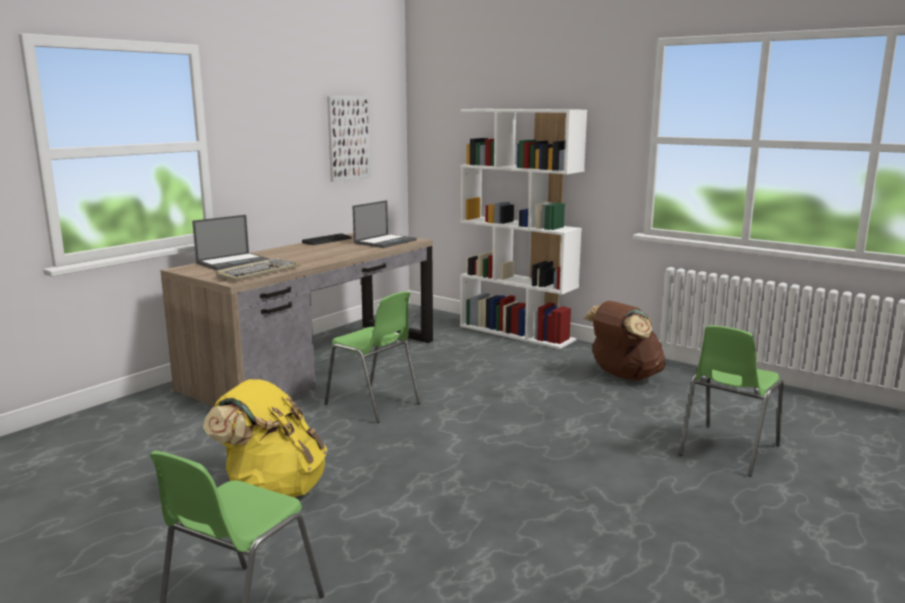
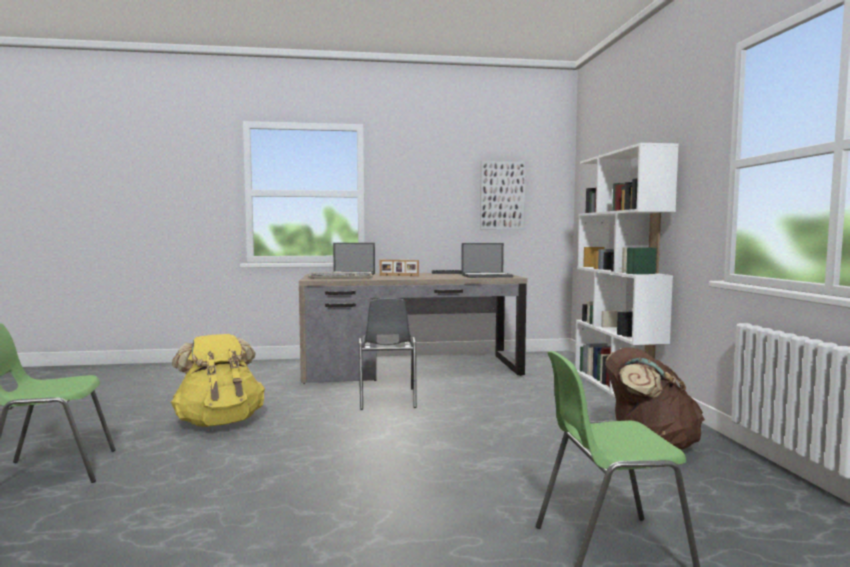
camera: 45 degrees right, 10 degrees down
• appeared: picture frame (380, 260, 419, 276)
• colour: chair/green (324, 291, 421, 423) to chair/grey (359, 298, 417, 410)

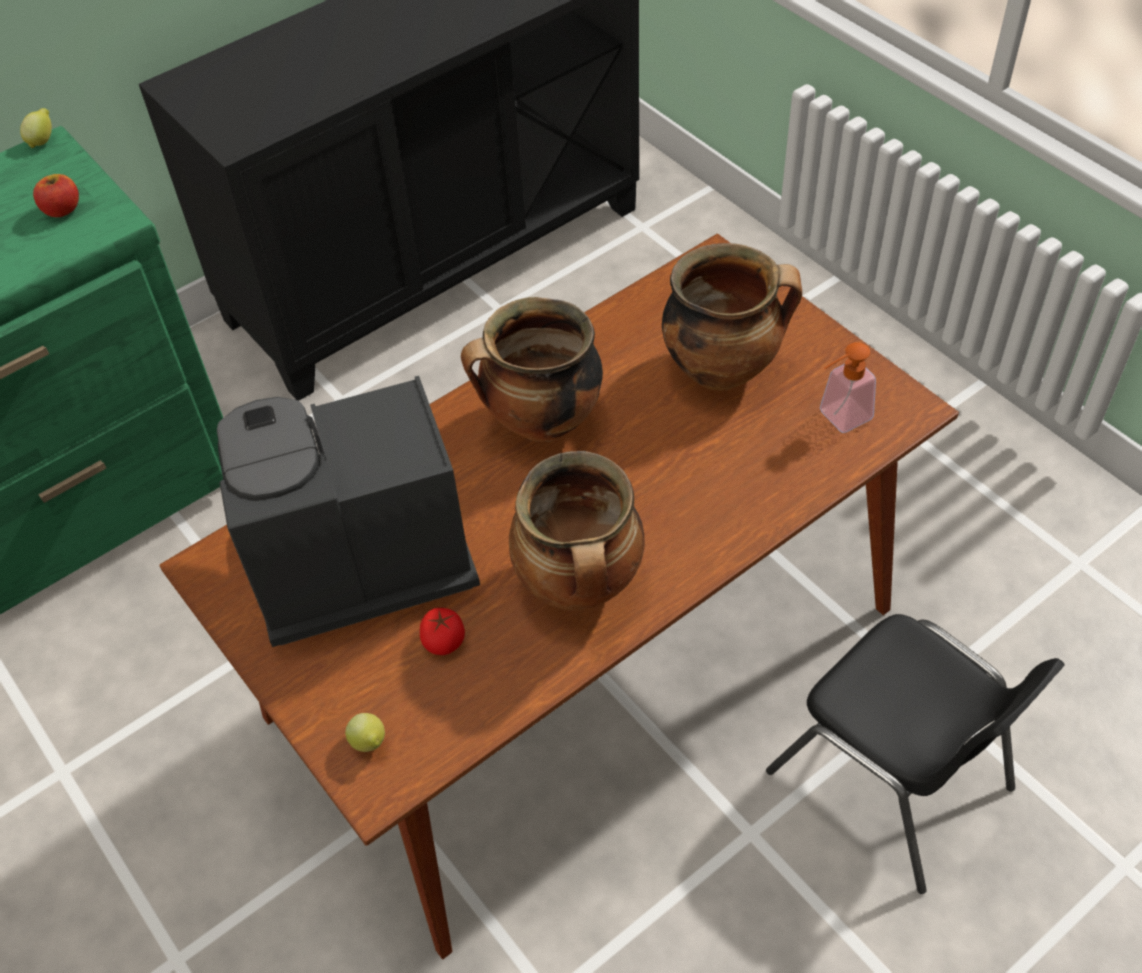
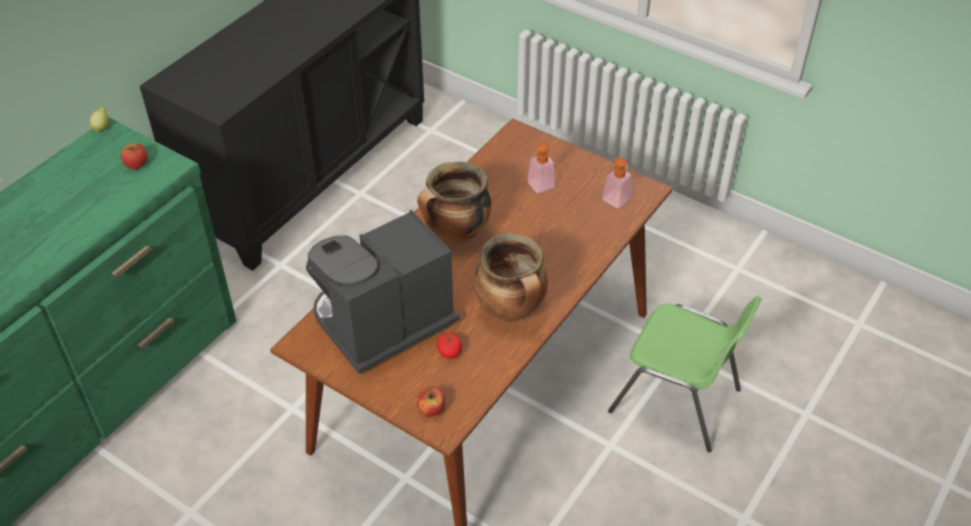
camera: 20 degrees left, 5 degrees down
• exchanged: lemon (345, 713, 385, 752) to apple (417, 387, 445, 417)
• exchanged: cooking pot (662, 243, 802, 390) to soap dispenser (527, 143, 555, 193)
• colour: chair/black (766, 614, 1065, 894) to chair/green (608, 296, 762, 453)

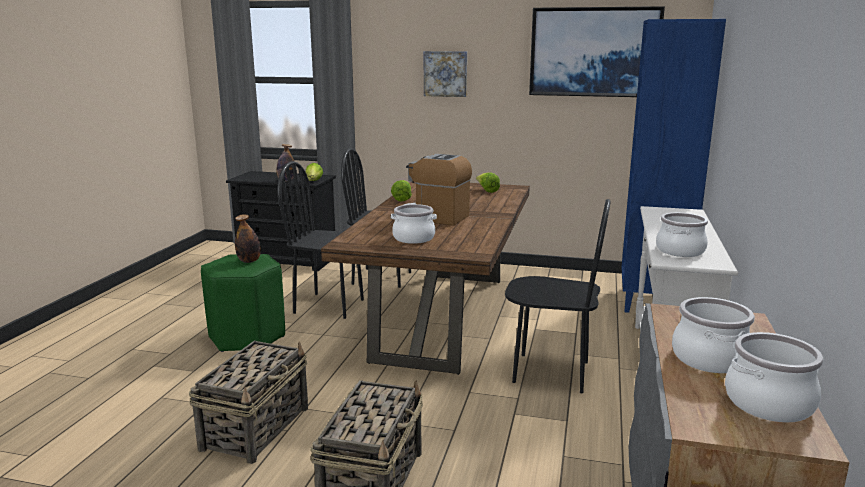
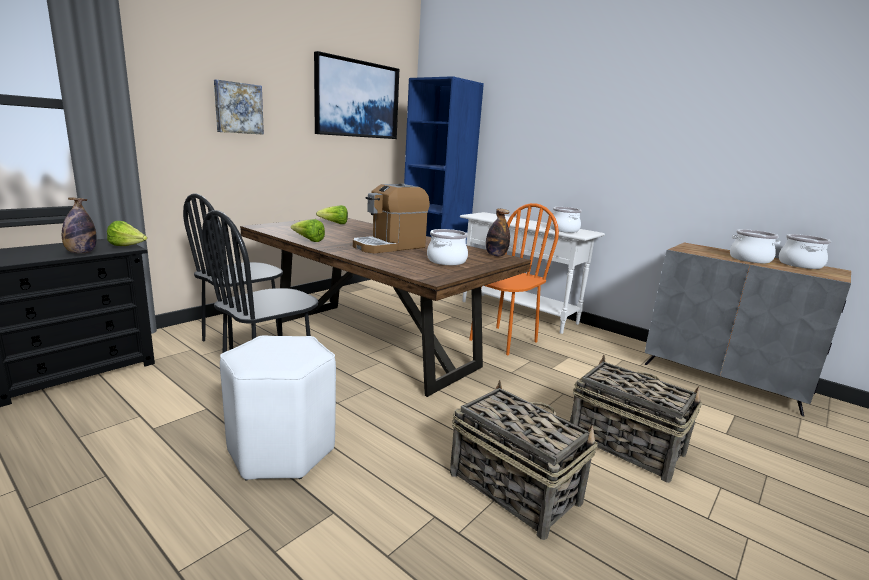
camera: 65 degrees left, 0 degrees up
• relocated: bottle (235, 214, 261, 263) to (486, 209, 510, 256)
• colour: stool/green (201, 254, 285, 352) to stool/white (220, 335, 336, 480)
• colour: chair/black (505, 199, 611, 393) to chair/orange (469, 203, 559, 355)

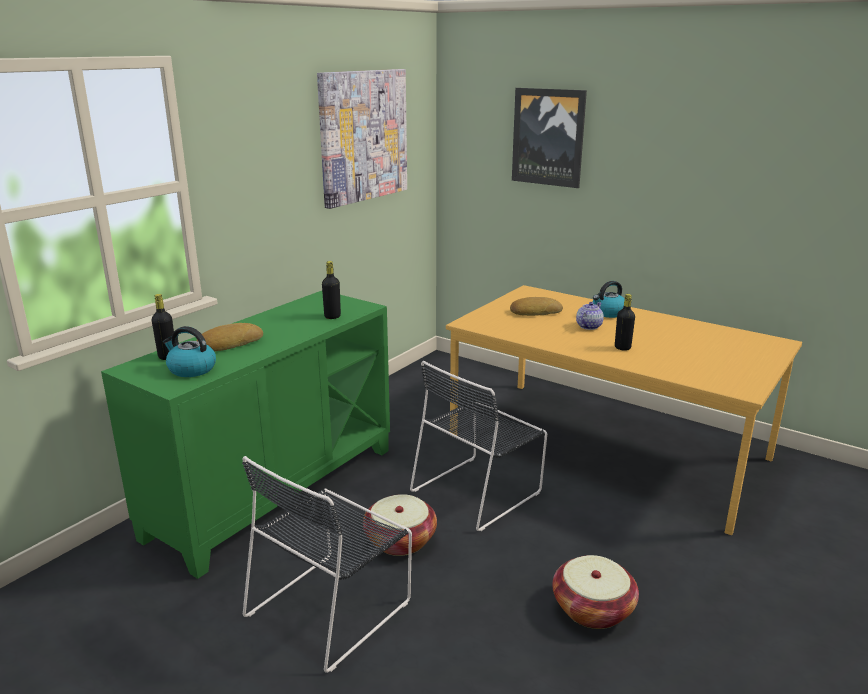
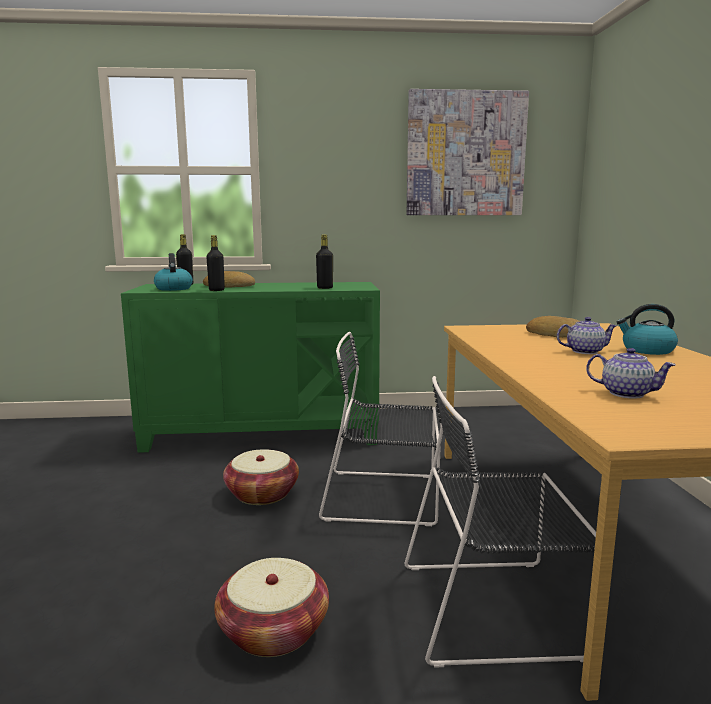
camera: 50 degrees right, 10 degrees down
• missing: picture (512, 88, 587, 188)
• appeared: teapot (586, 348, 676, 399)
• relocated: chair/black (242, 456, 412, 673) to (404, 376, 596, 668)
• relocated: bottle/black (615, 294, 635, 351) to (206, 235, 225, 291)

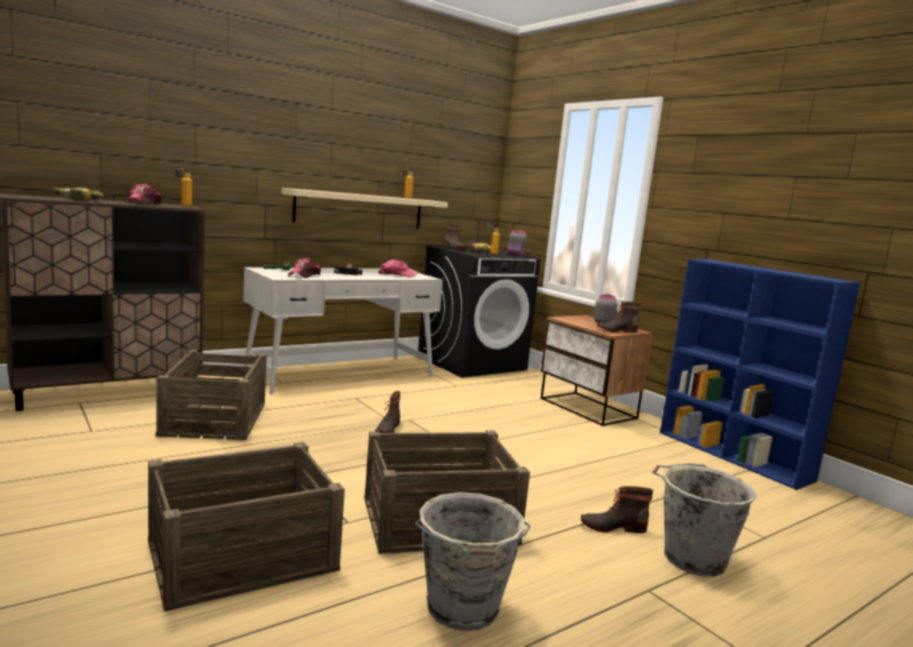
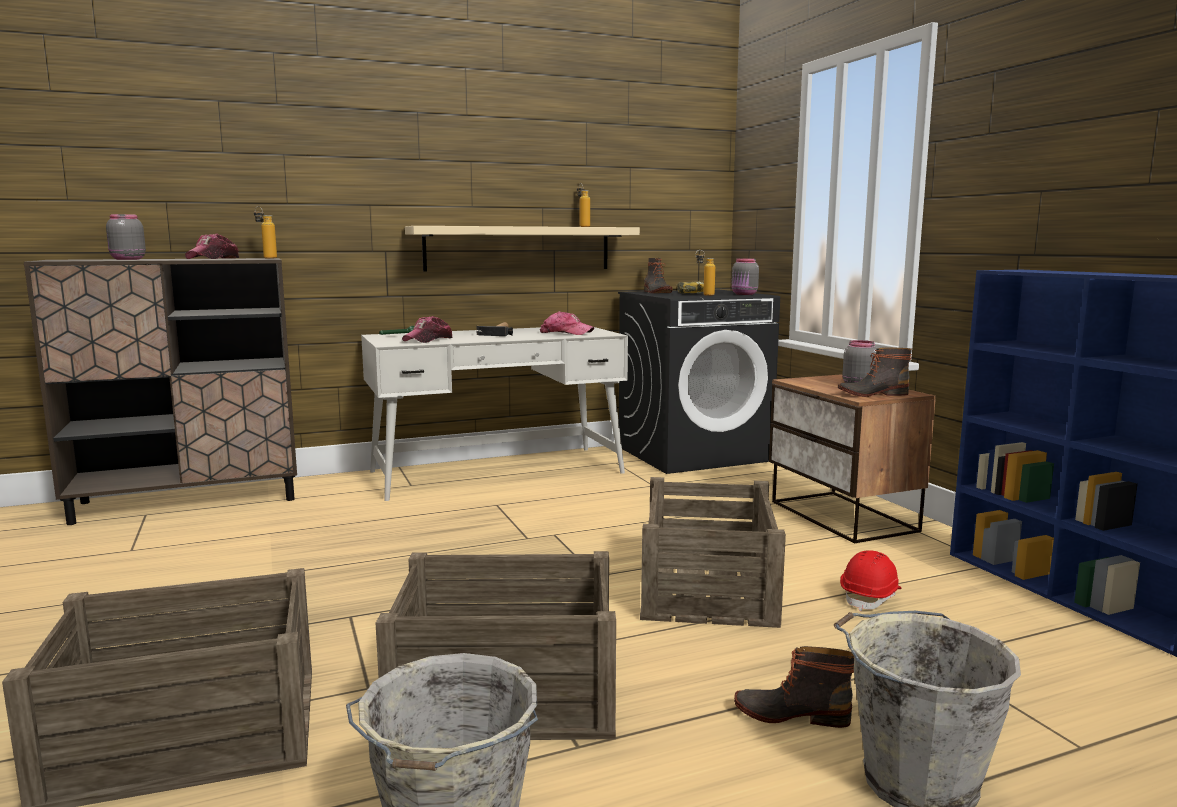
camera: 15 degrees right, 0 degrees up
• missing: boot (375, 391, 401, 433)
• appeared: hard hat/red (840, 550, 902, 611)
• relocated: crate (156, 350, 267, 440) to (640, 477, 786, 628)
• exchanged: power drill (52, 188, 103, 200) to jar/grey (106, 214, 146, 260)

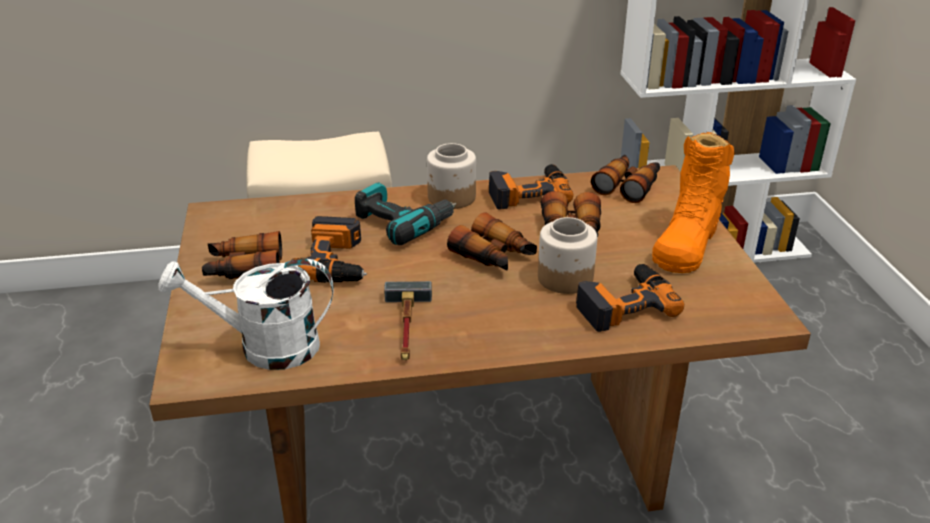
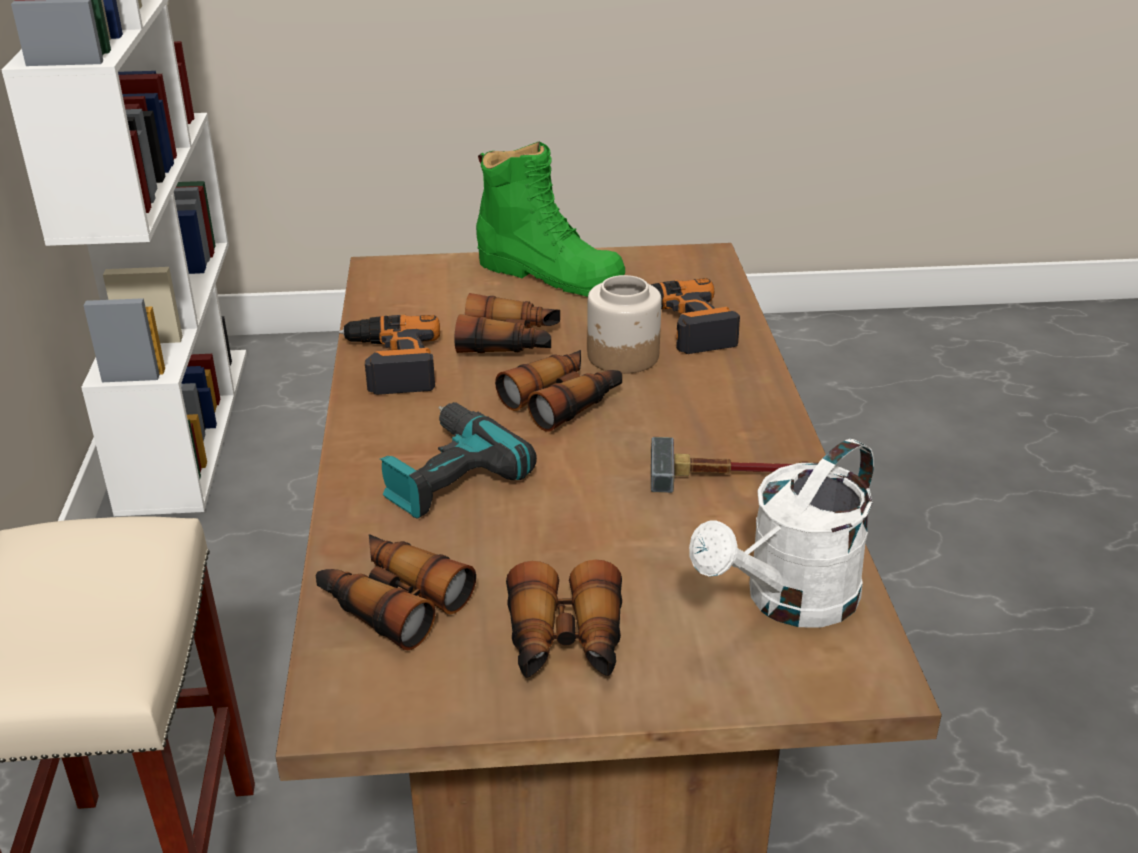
camera: 85 degrees left, 0 degrees up
• missing: power drill (292, 216, 367, 283)
• missing: jar (427, 143, 476, 209)
• relocated: binoculars (591, 155, 660, 203) to (316, 534, 476, 650)
• colour: boot/orange (652, 132, 735, 273) to boot/green (476, 142, 625, 297)
• spun: watering can/white (158, 259, 334, 370) = (689, 439, 874, 628) 45 degrees clockwise

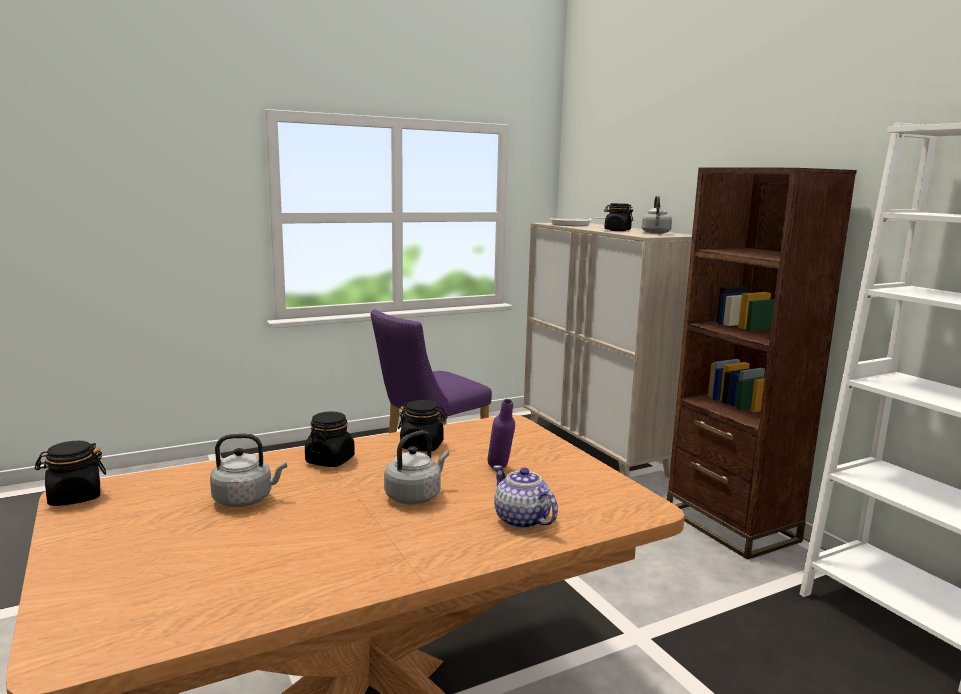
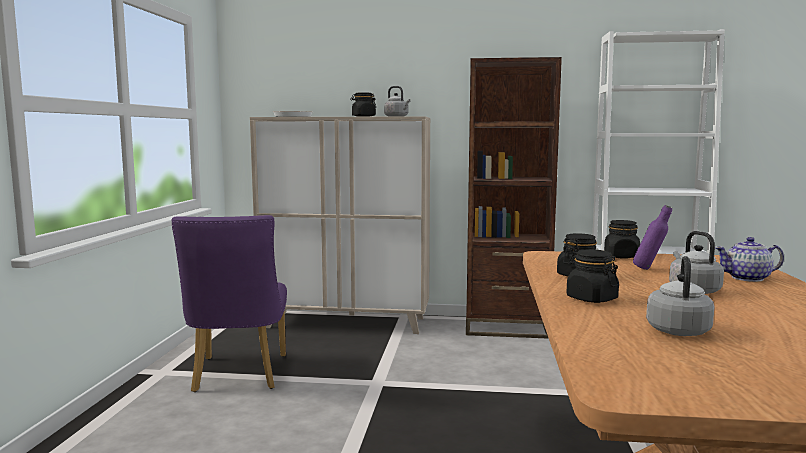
camera: 55 degrees left, 5 degrees down
• relocated: jar/black (34, 441, 106, 506) to (604, 220, 640, 259)

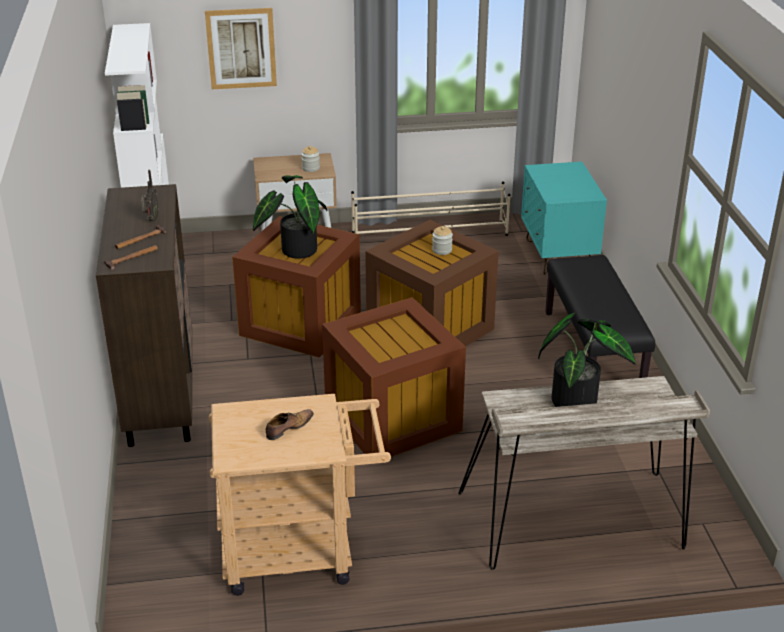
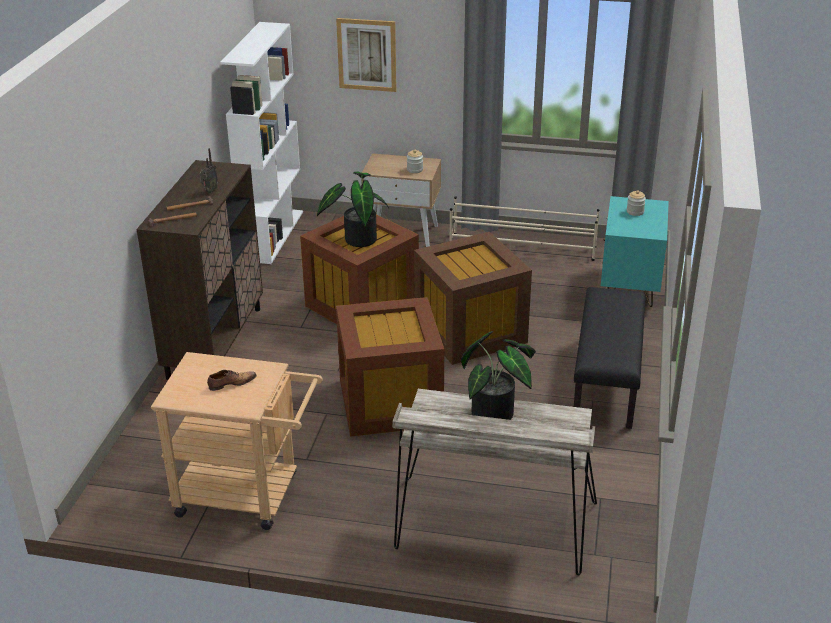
camera: 20 degrees right, 0 degrees up
• relocated: jar (432, 226, 453, 255) to (627, 190, 646, 216)

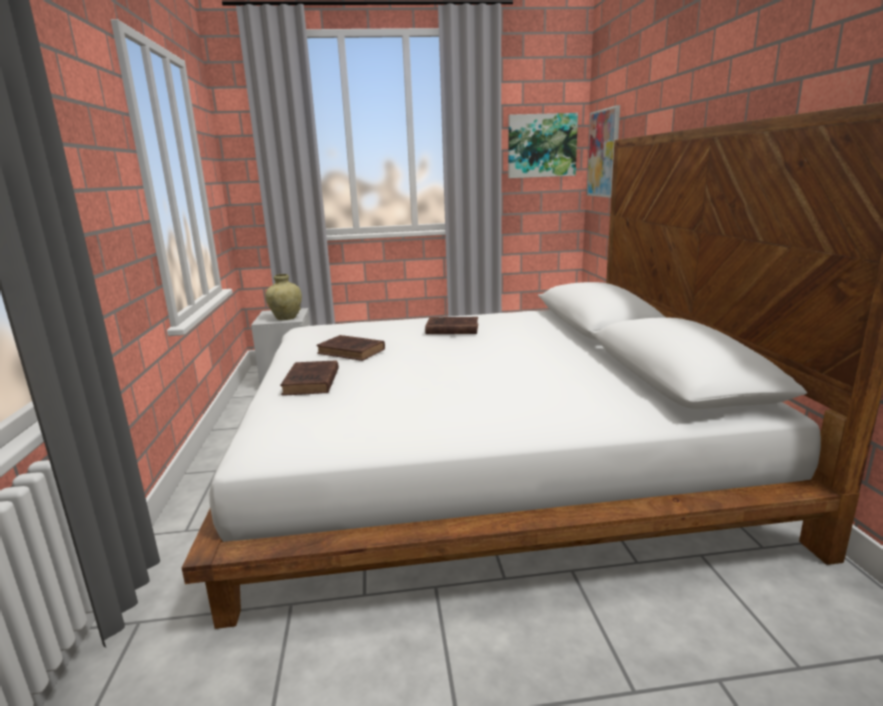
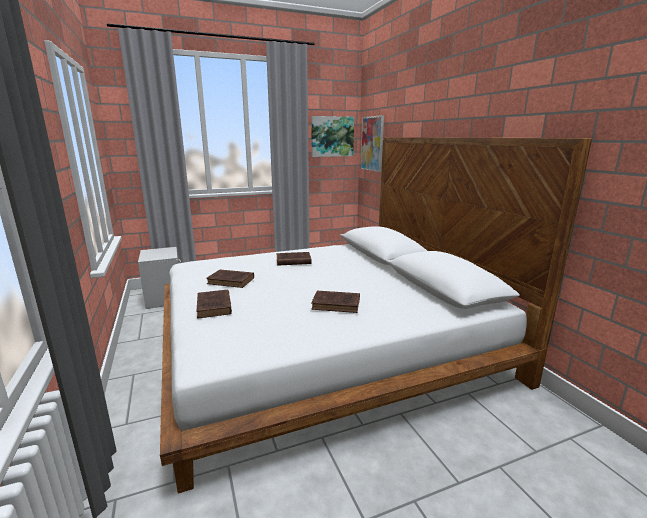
camera: 15 degrees left, 0 degrees up
• missing: vase/beige (265, 274, 302, 320)
• appeared: book/brown (311, 291, 360, 313)

